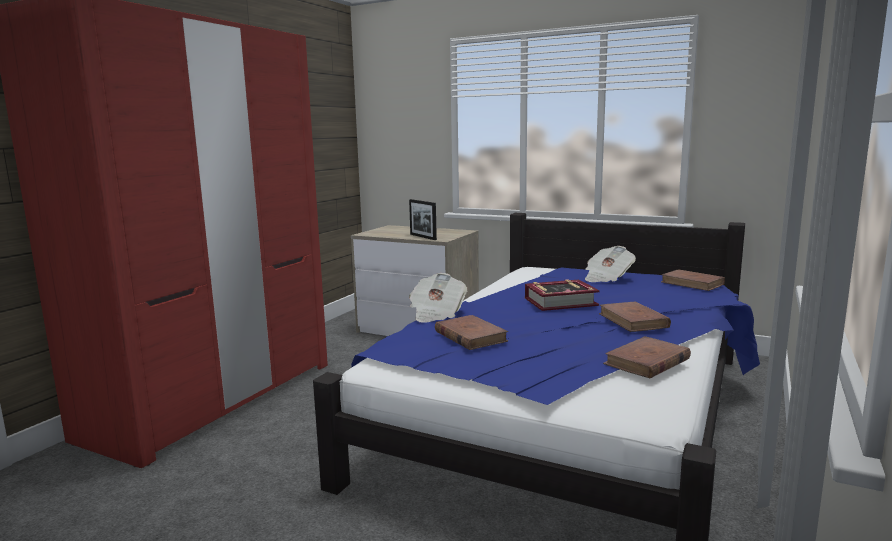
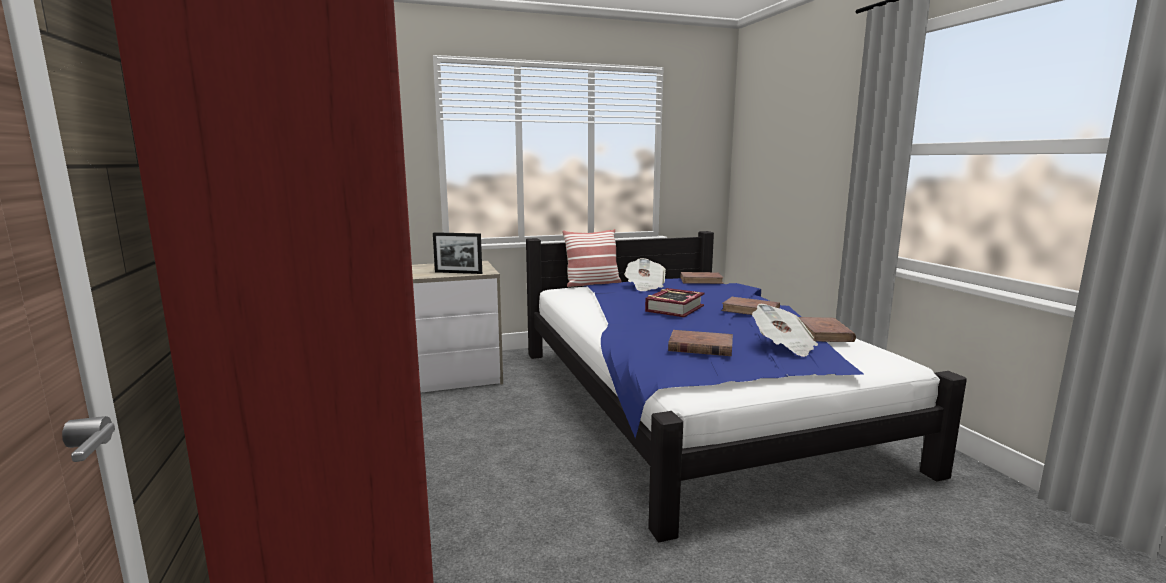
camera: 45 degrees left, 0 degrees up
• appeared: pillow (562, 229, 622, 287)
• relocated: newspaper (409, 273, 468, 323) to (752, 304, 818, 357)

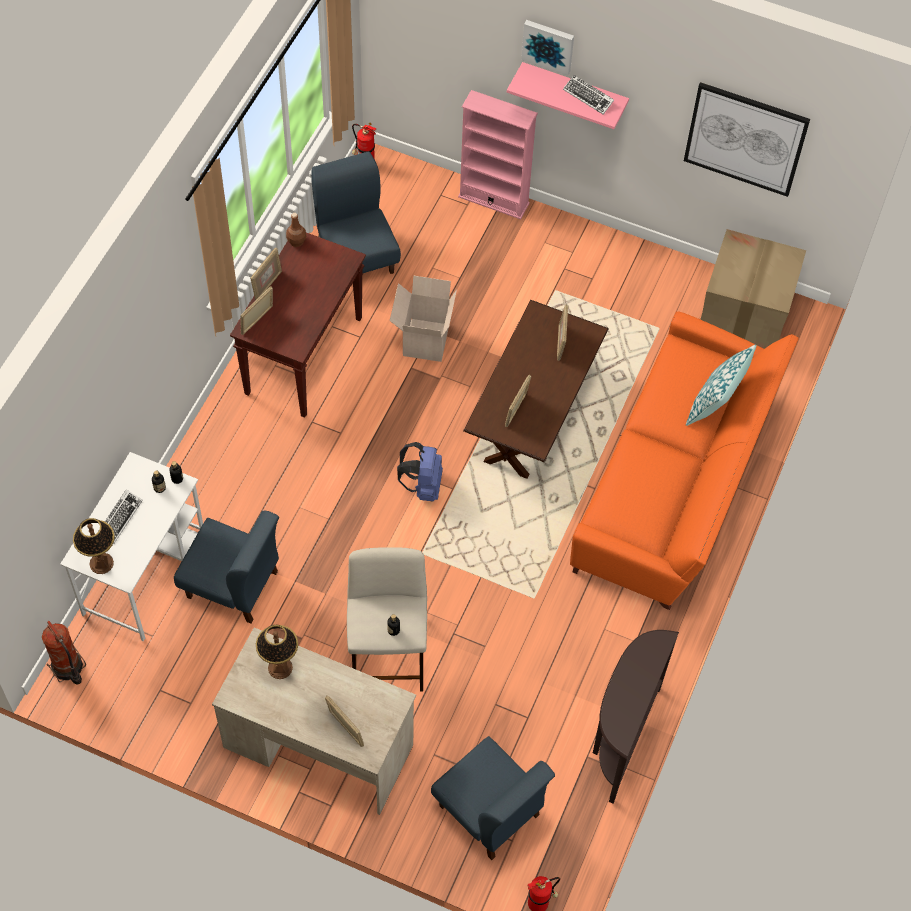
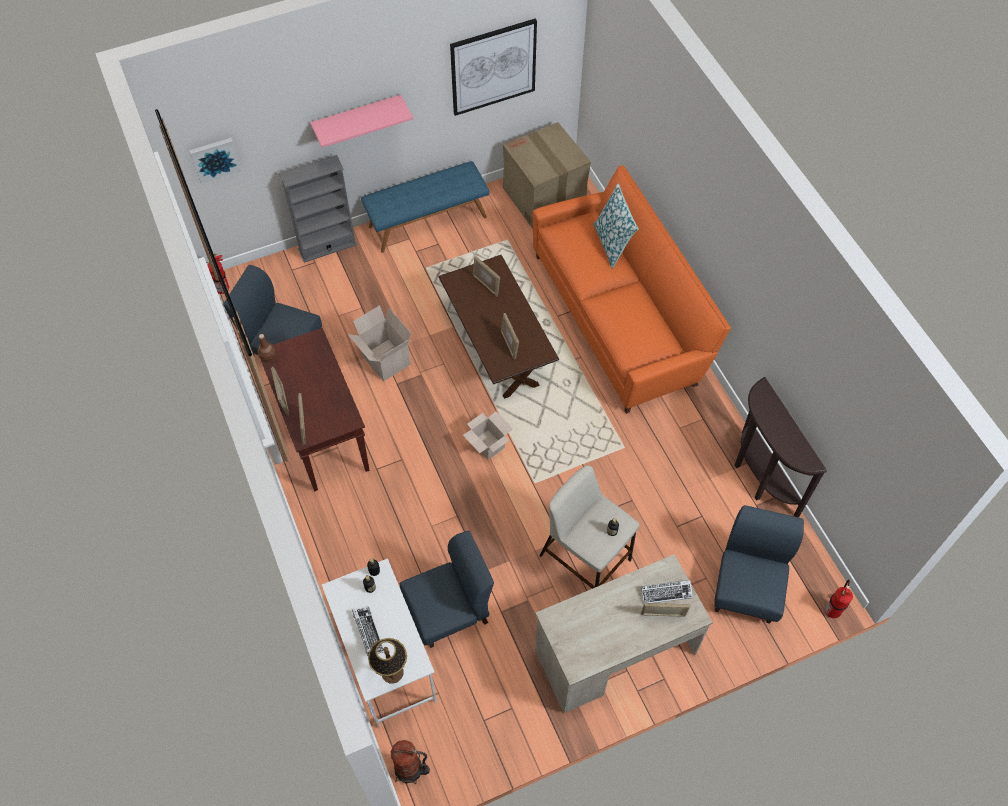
camera: 45 degrees left, 0 degrees up
• missing: table lamp (256, 625, 298, 679)
• appeared: bench/blue (361, 161, 490, 253)
• relocated: picture (521, 20, 574, 76) to (189, 138, 242, 184)
• relocated: keyboard (563, 75, 614, 115) to (641, 580, 693, 604)
• exchanged: backpack/blue (397, 442, 443, 502) to cardboard box (463, 411, 513, 459)
• colour: bookcase/pink (458, 90, 538, 220) to bookcase/grey (279, 155, 357, 263)
• spun: chair/blue (431, 736, 555, 860) = (714, 505, 804, 624) 75 degrees counterclockwise

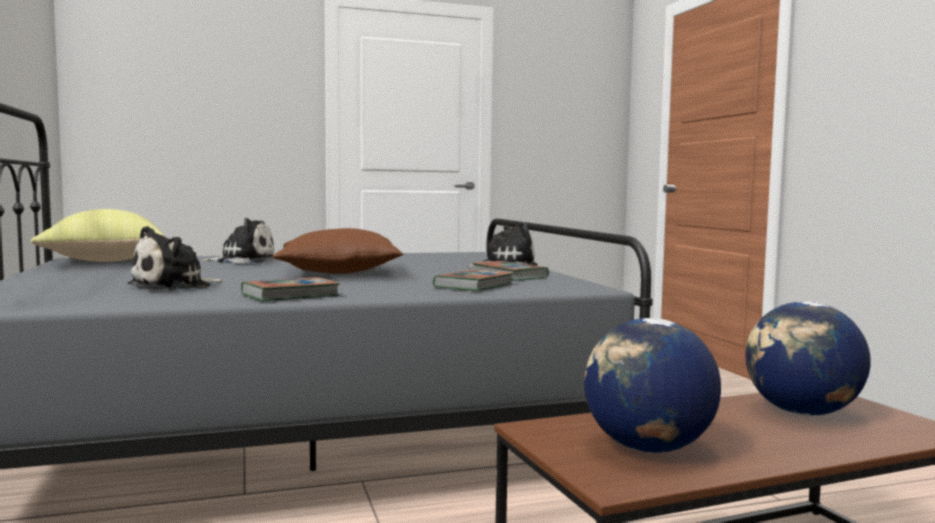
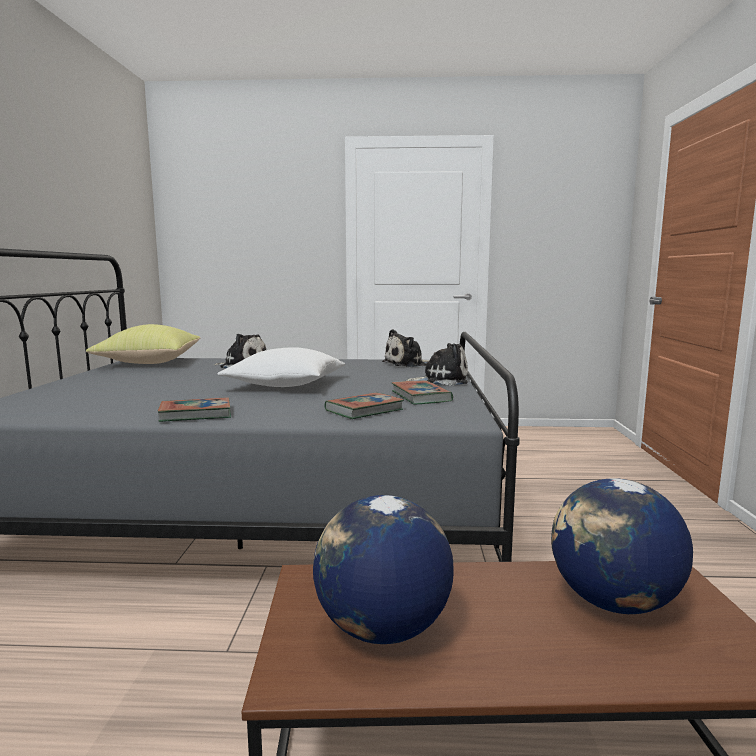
camera: 20 degrees right, 5 degrees up
• relocated: plush toy (127, 226, 223, 291) to (382, 329, 429, 367)
• colour: pillow/brown (273, 228, 403, 274) to pillow/white (218, 347, 345, 387)

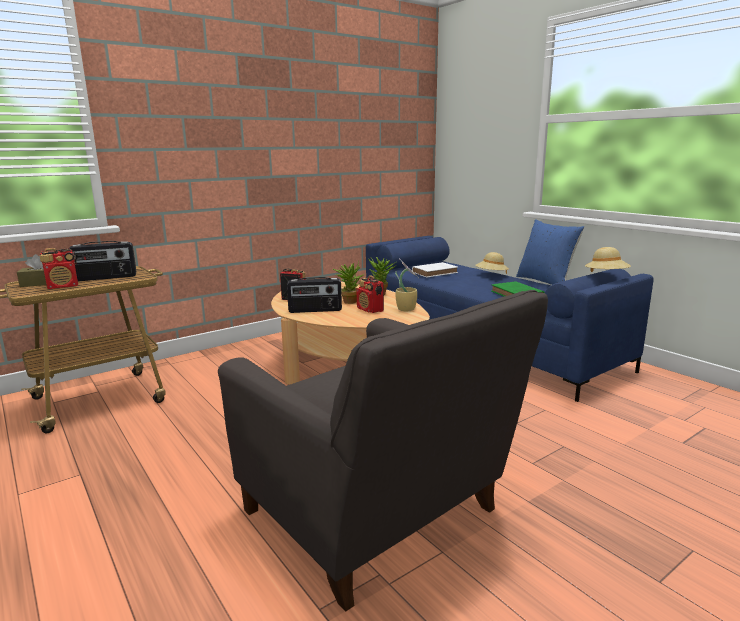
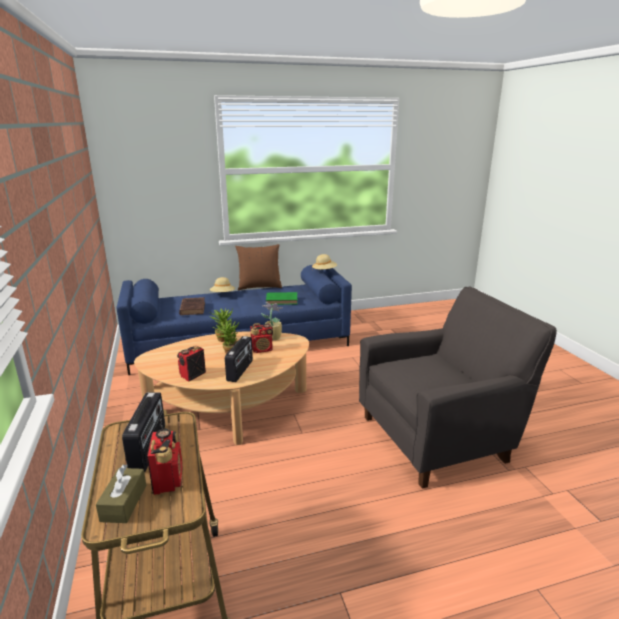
camera: 70 degrees left, 5 degrees up
• colour: book/white (412, 262, 458, 277) to book/brown (179, 297, 205, 315)
• colour: pillow/blue (516, 219, 585, 285) to pillow/brown (235, 244, 282, 290)

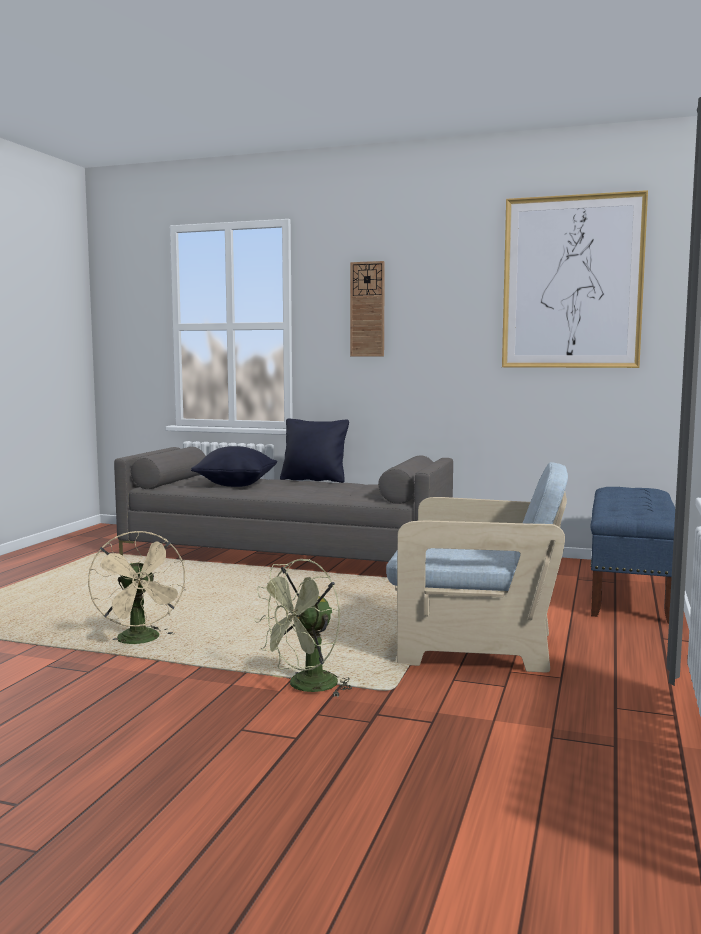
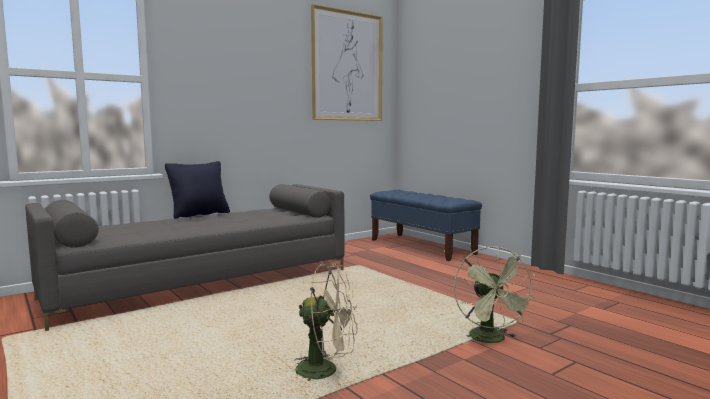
camera: 55 degrees left, 0 degrees up
• missing: pillow/black (191, 446, 277, 487)
• missing: wall clock (350, 261, 385, 356)
• missing: armchair/beige (386, 462, 568, 673)

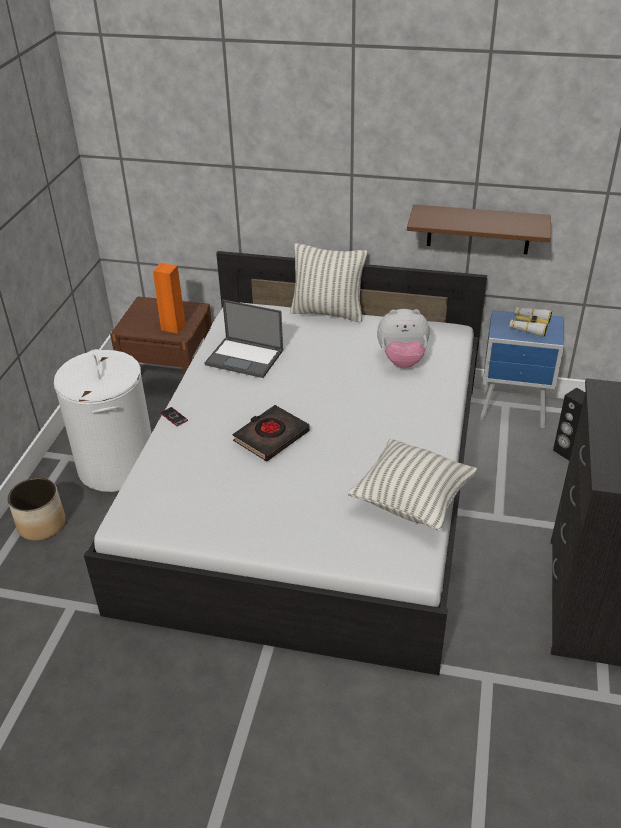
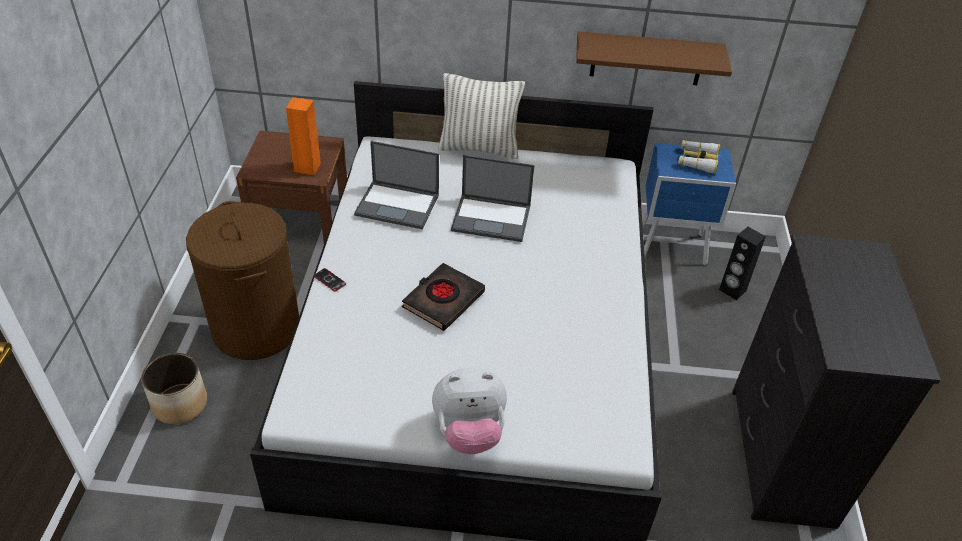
camera: 10 degrees left, 5 degrees up
• missing: pillow (348, 438, 477, 531)
• appeared: laptop (451, 155, 535, 242)
• relocated: plush toy (377, 309, 429, 368) to (432, 367, 507, 454)
• colour: laundry basket/white (54, 349, 152, 492) to laundry basket/brown (186, 201, 299, 360)

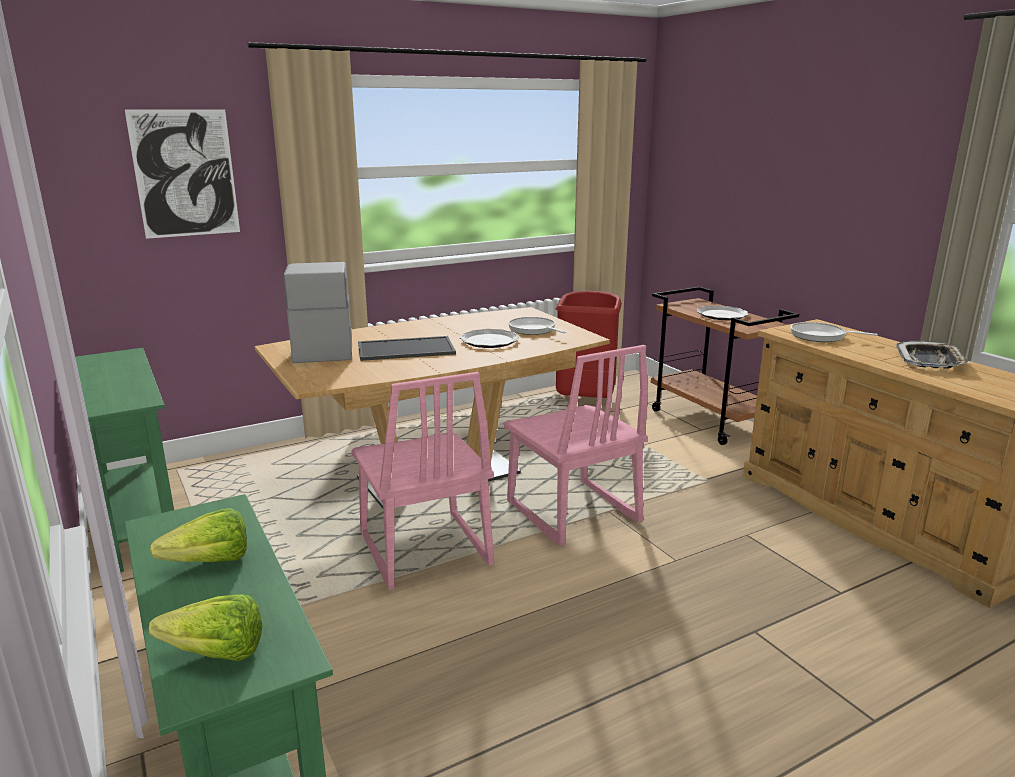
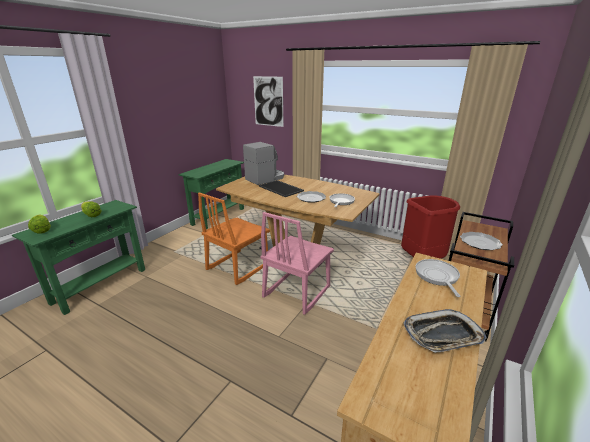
camera: 60 degrees right, 5 degrees up
• colour: chair/pink (351, 372, 494, 590) to chair/orange (198, 192, 270, 285)

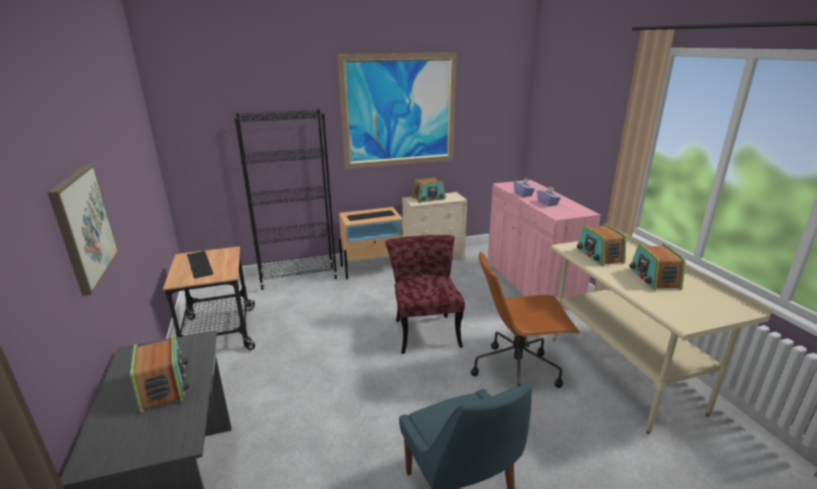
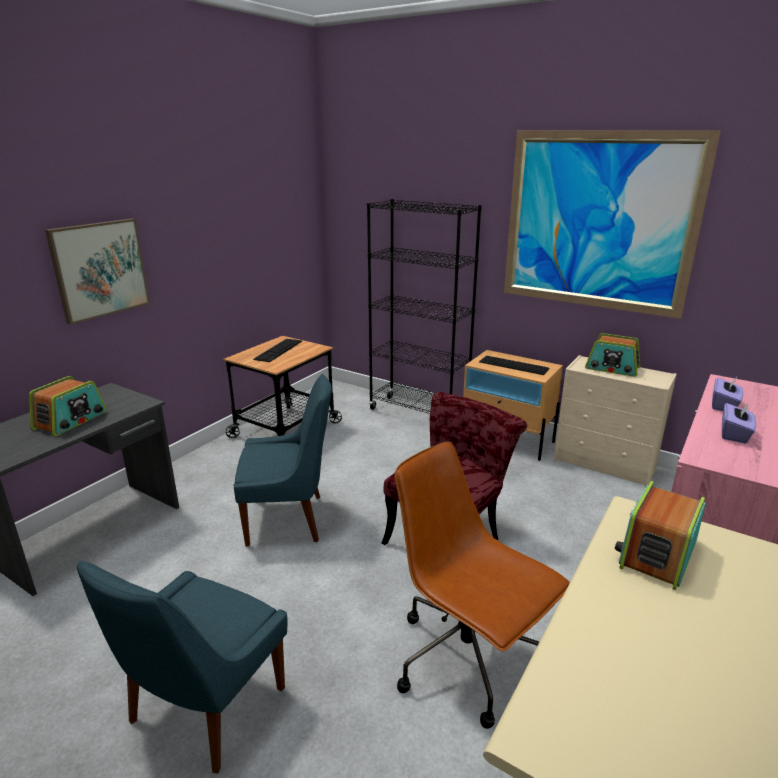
camera: 50 degrees right, 0 degrees up
• missing: radio (629, 243, 685, 291)
• appeared: chair/blue (233, 374, 332, 546)

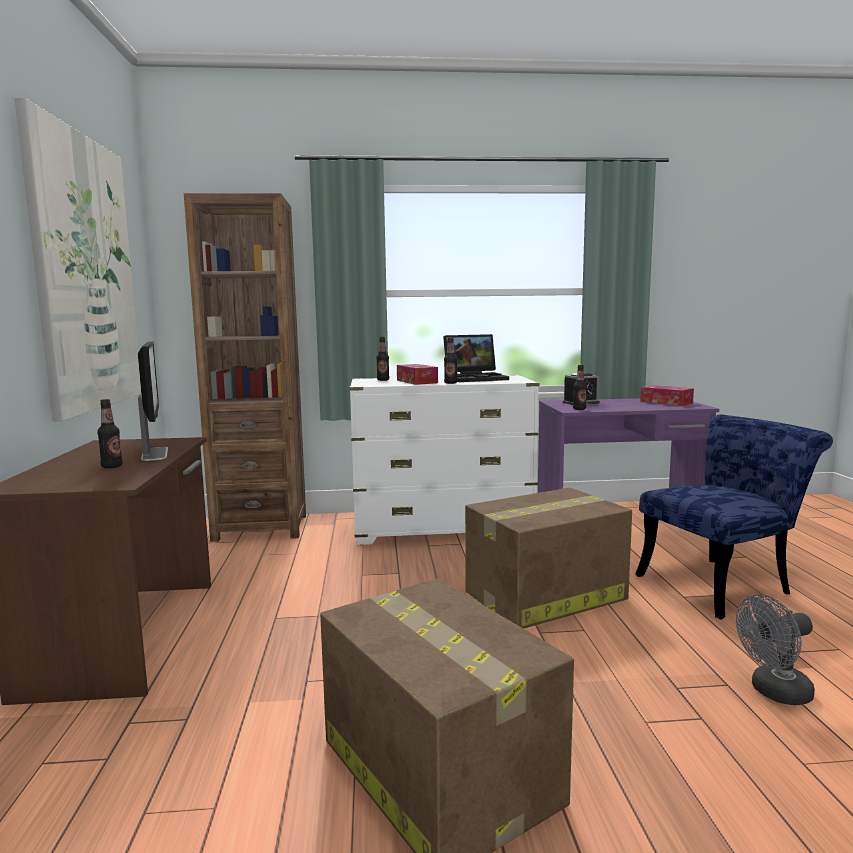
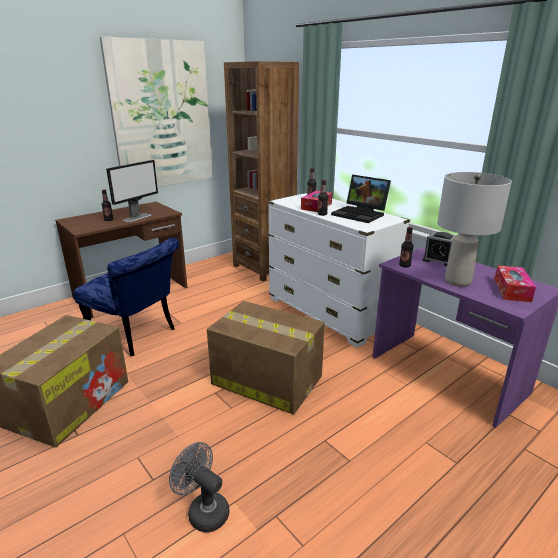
camera: 55 degrees right, 15 degrees up
• appeared: table lamp/grey (437, 172, 512, 287)
• relocated: chair/blue (635, 414, 833, 619) to (73, 238, 179, 356)

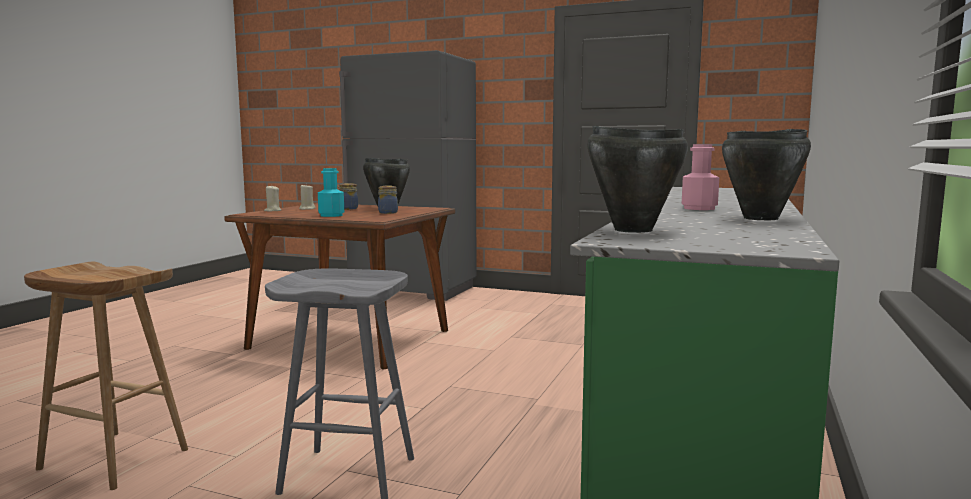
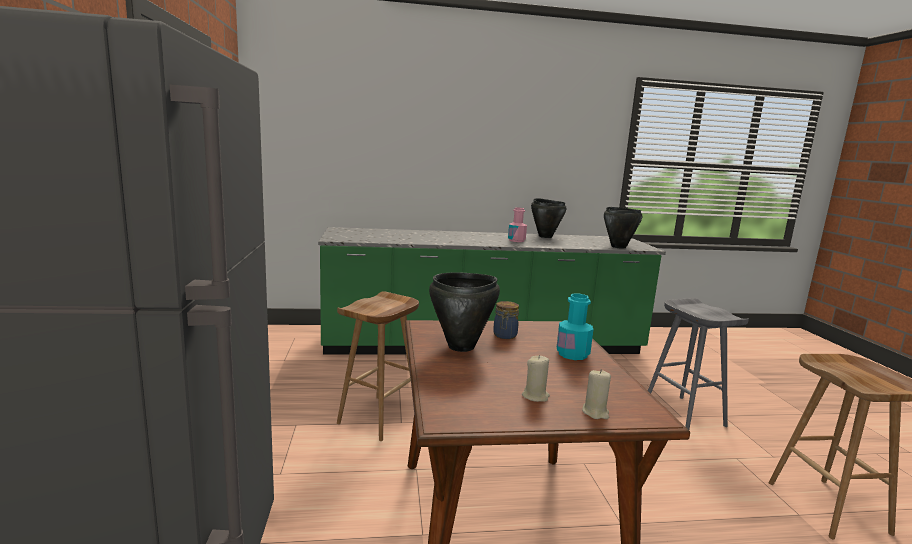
camera: 120 degrees left, 5 degrees up
• missing: jar (337, 183, 358, 210)
• appeared: stool/brown (337, 291, 419, 441)

